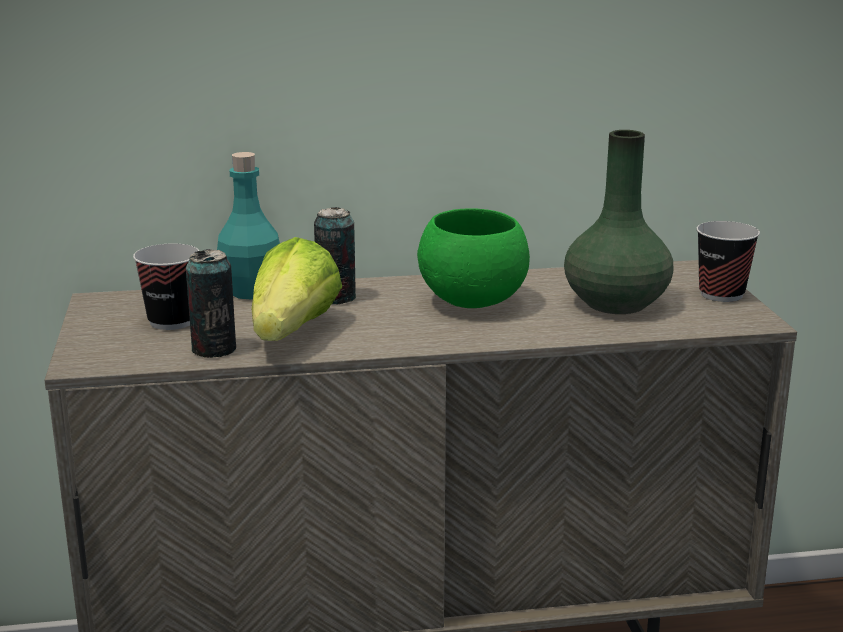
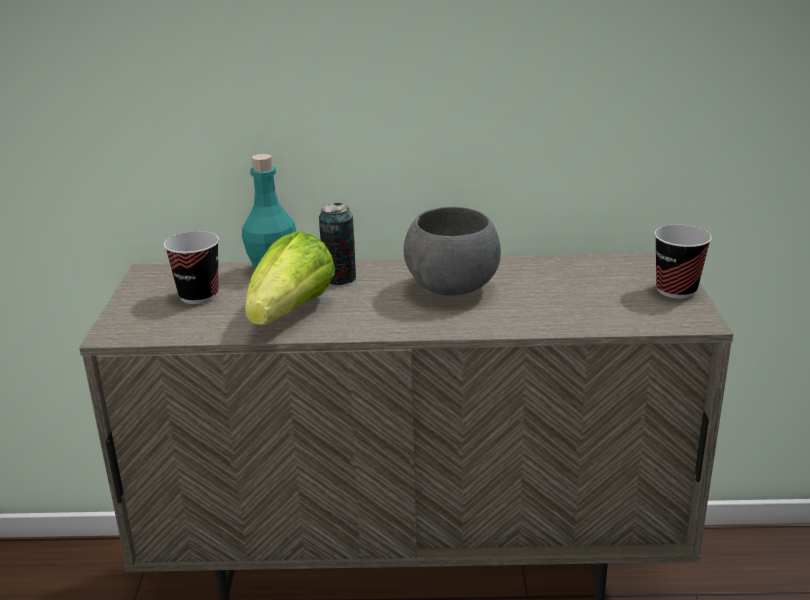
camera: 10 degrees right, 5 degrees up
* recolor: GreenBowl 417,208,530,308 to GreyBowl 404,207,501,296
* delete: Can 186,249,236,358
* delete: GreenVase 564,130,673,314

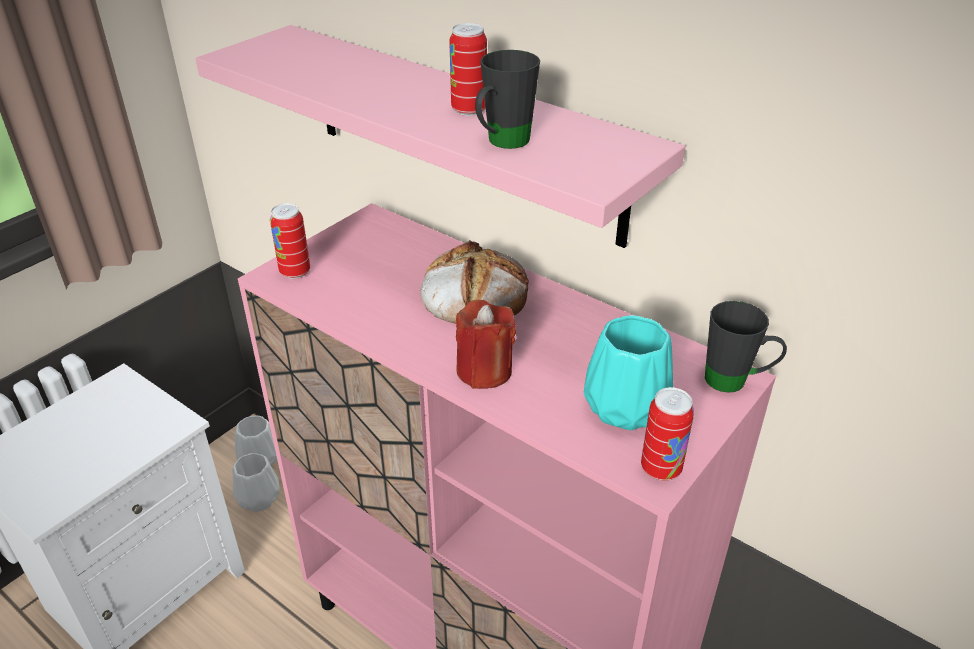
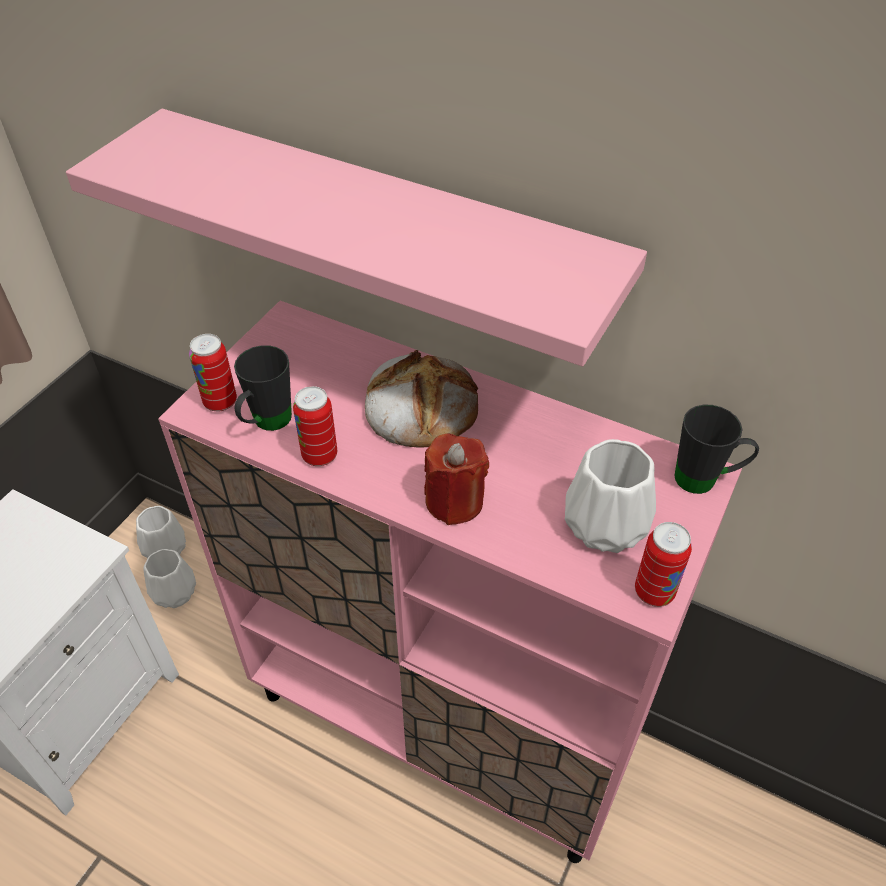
camera: 10 degrees left, 10 degrees up
* move: BlackMug 475,50,540,149 to 234,345,292,431
* move: Can 449,23,487,116 to 293,386,337,466
* recolor: TurquoiseVase 584,315,673,430 to WhiteVase 565,439,656,553

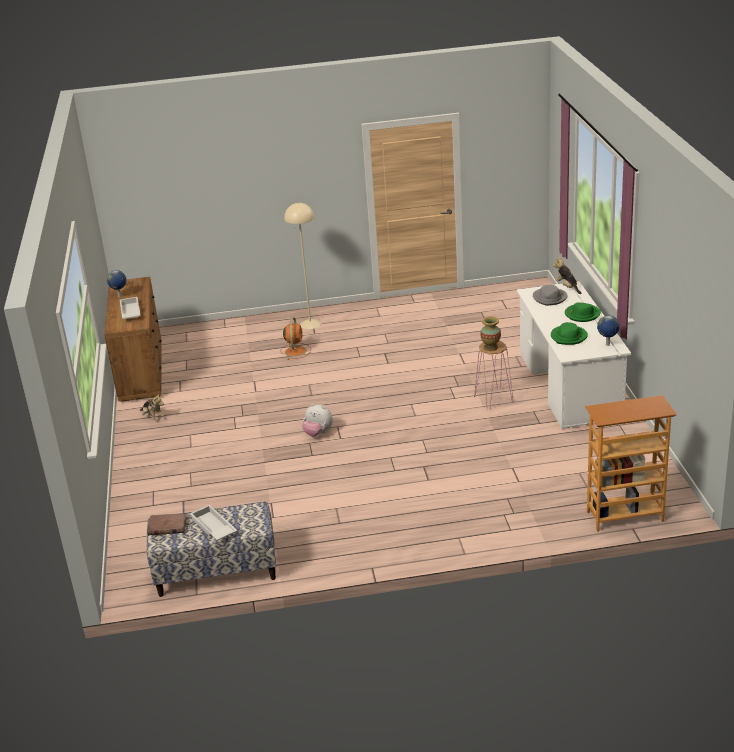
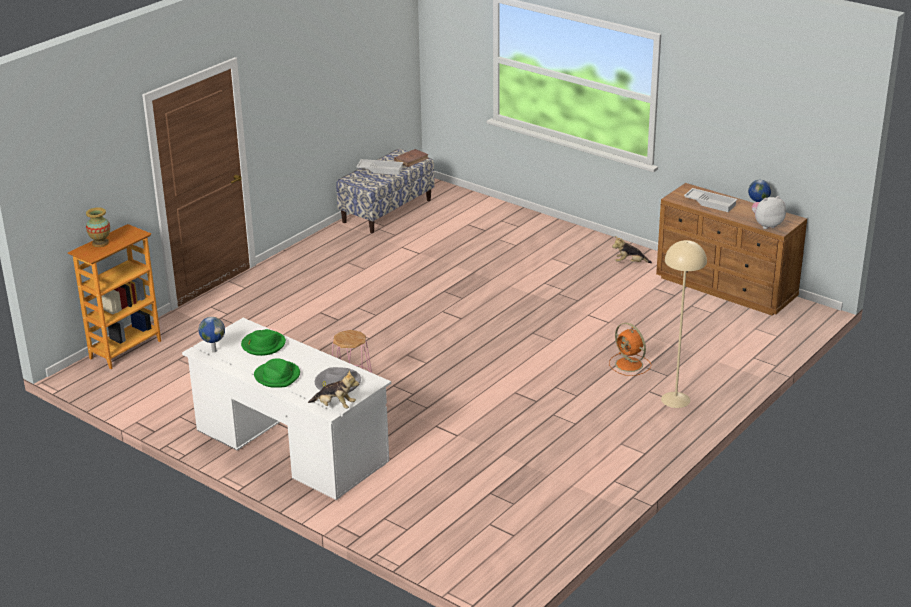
camera: 135 degrees right, 0 degrees up
* move: Vase 480,317,501,351 to 86,207,110,247
* move: PlushToy 302,404,333,437 to 752,196,786,229

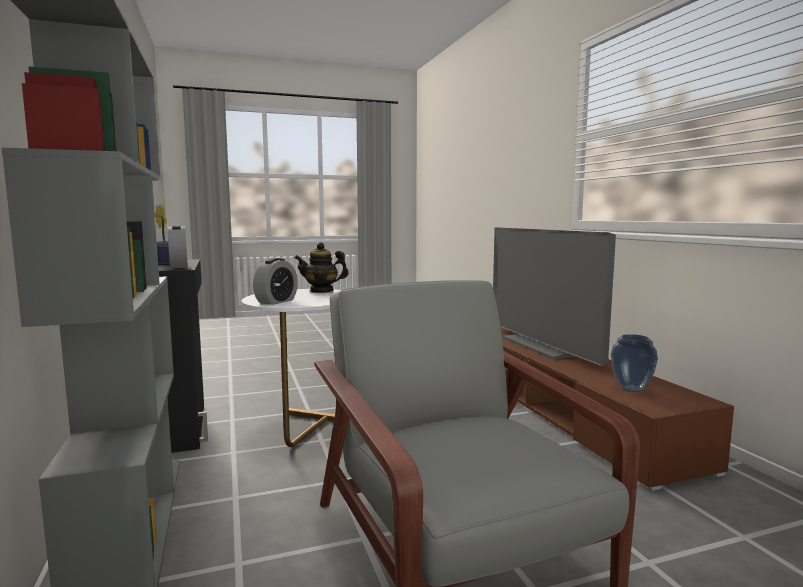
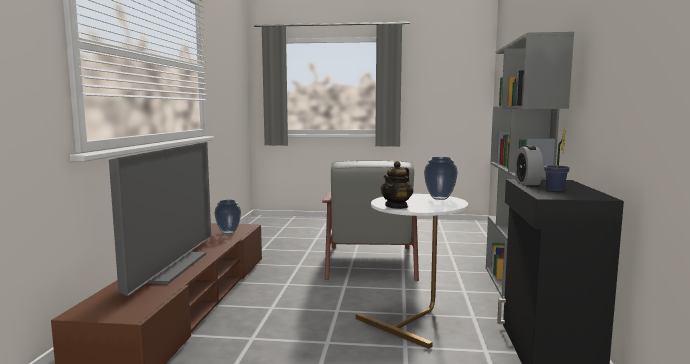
camera: 155 degrees left, 0 degrees up
* rotate: Teapot 295,242,349,293 = 381,161,413,209 105 degrees clockwise
* replace: AlarmClock 253,258,298,305 to Vase 424,157,458,200

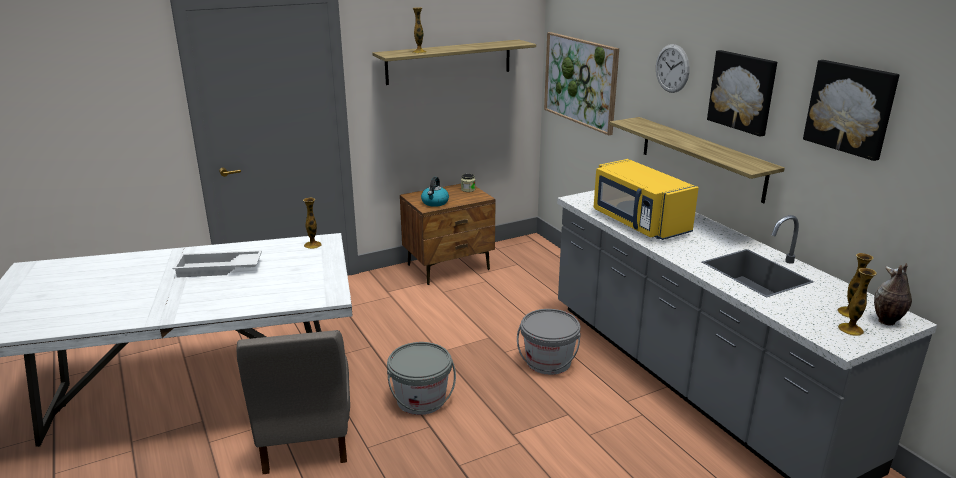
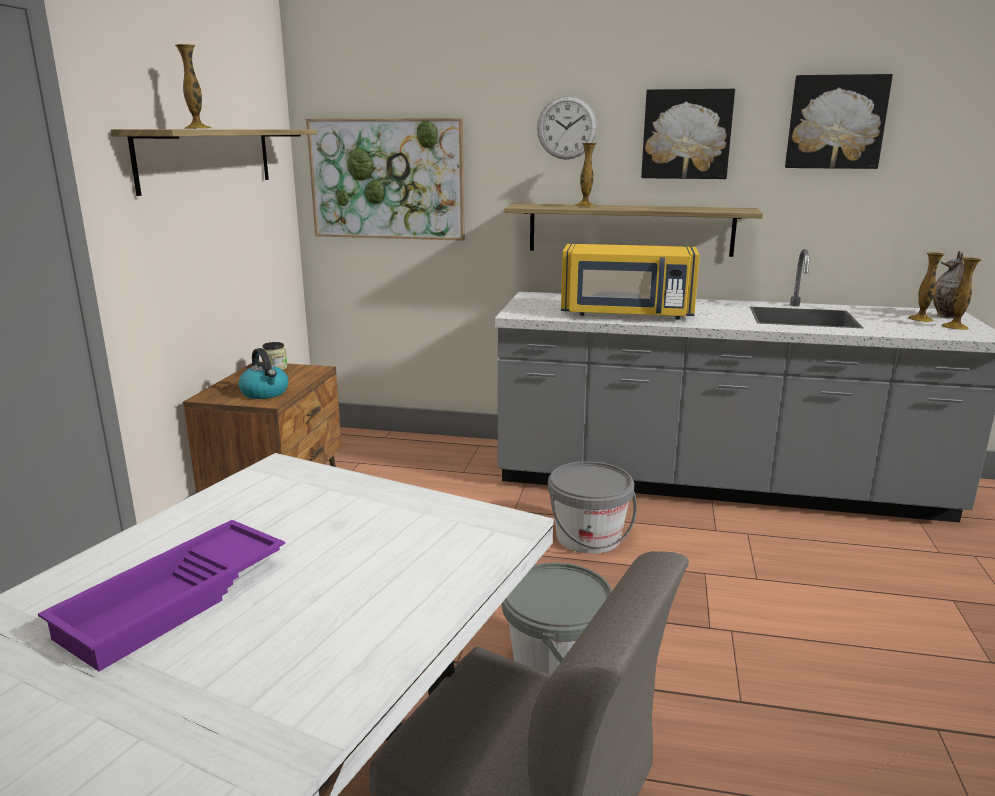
camera: 50 degrees left, 5 degrees down
* recolor: WhiteTray 173,250,262,278 to PurpleTray 38,520,285,671
* move: Vase 303,198,322,249 to 574,143,597,207

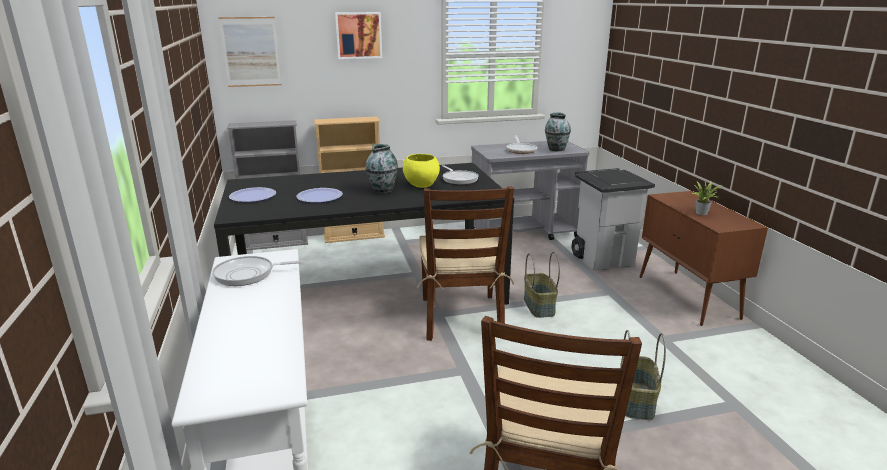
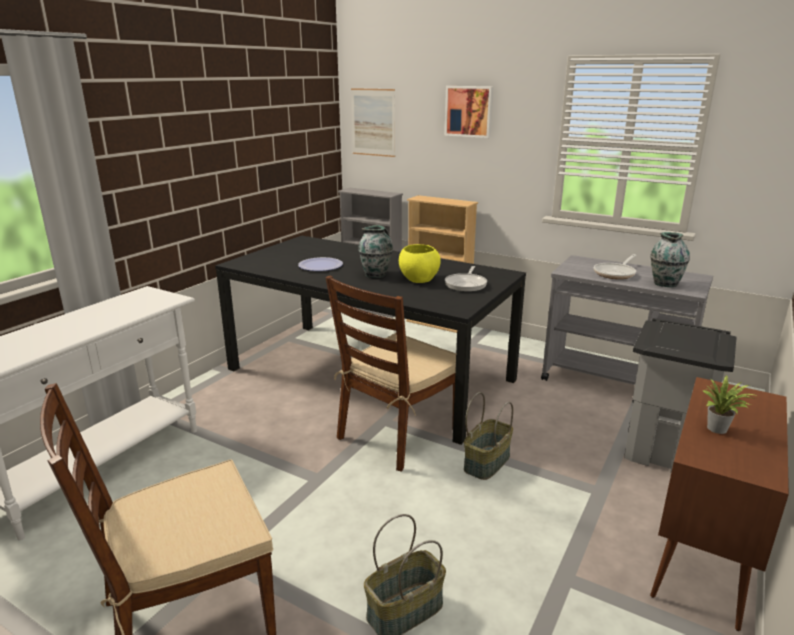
camera: 45 degrees right, 0 degrees up
* delete: FryingPan 212,256,304,286
* delete: Plate 229,187,276,202

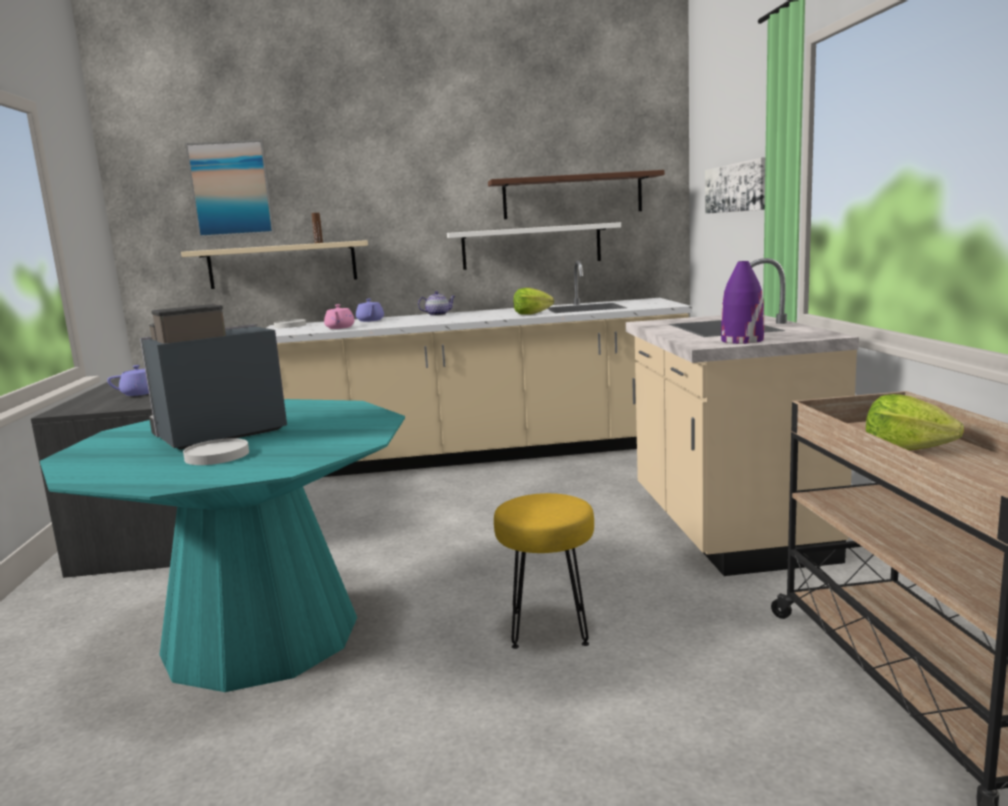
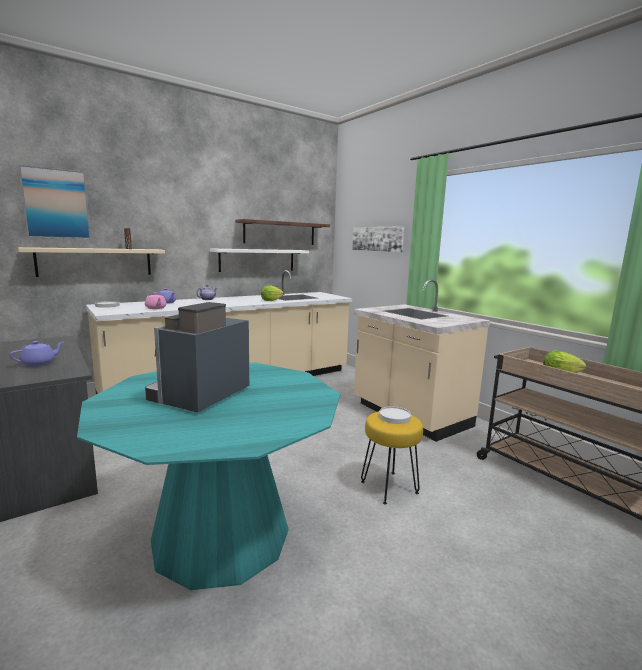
camera: 30 degrees left, 0 degrees up
* move: WhitePlate 183,438,249,465 to 379,406,411,424
* delete: PurpleVase 721,261,764,344

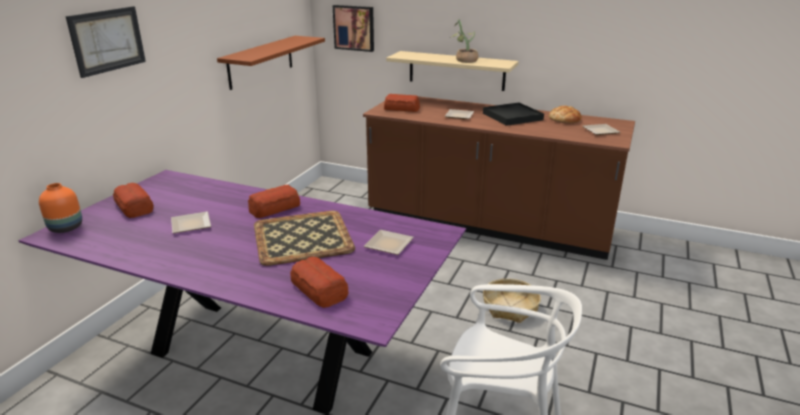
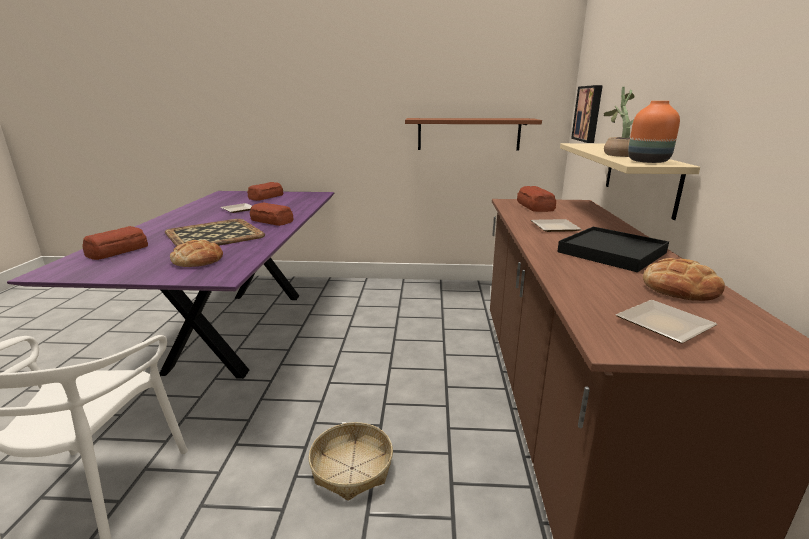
camera: 70 degrees right, 5 degrees down
* replace: Plate 363,230,414,255 to Bread 170,240,223,267
* move: OrangeVase 39,183,82,233 to 628,101,680,163
* delete: Picture 66,6,146,78

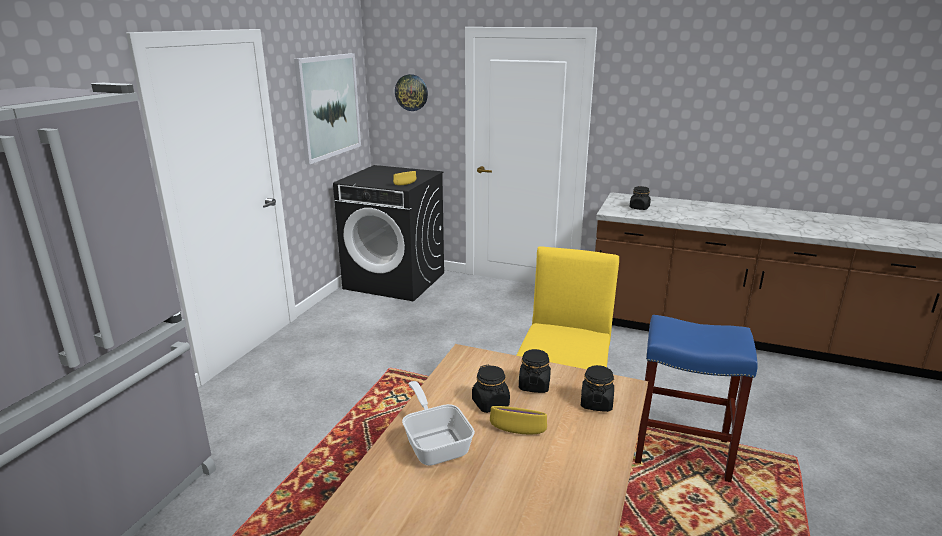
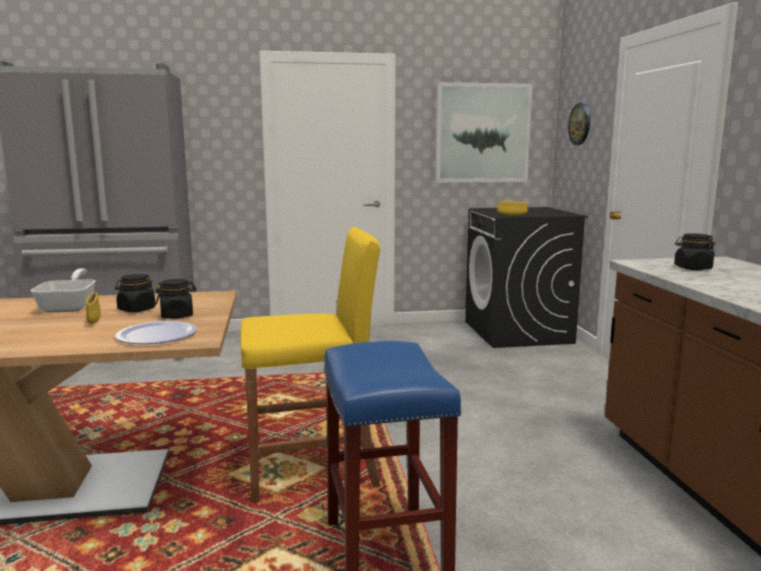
camera: 60 degrees right, 10 degrees down
* rotate: FryingPan 402,381,475,466 = 31,268,95,313 45 degrees counterclockwise
* replace: BlackJar 581,365,614,412 to Plate 115,321,197,344

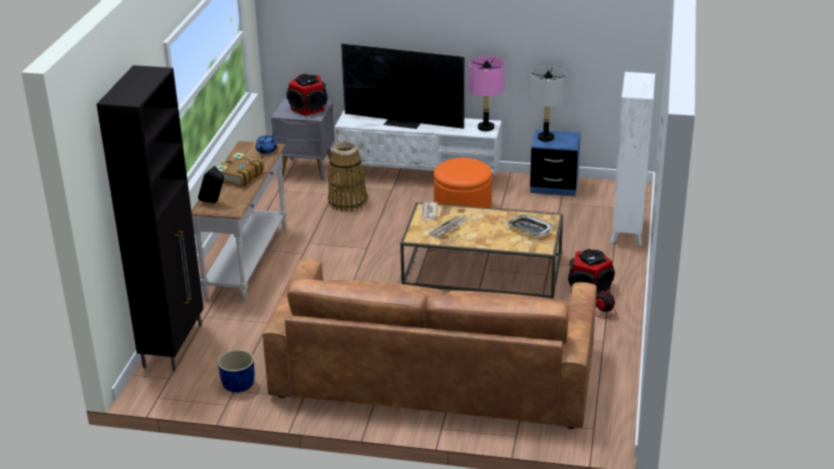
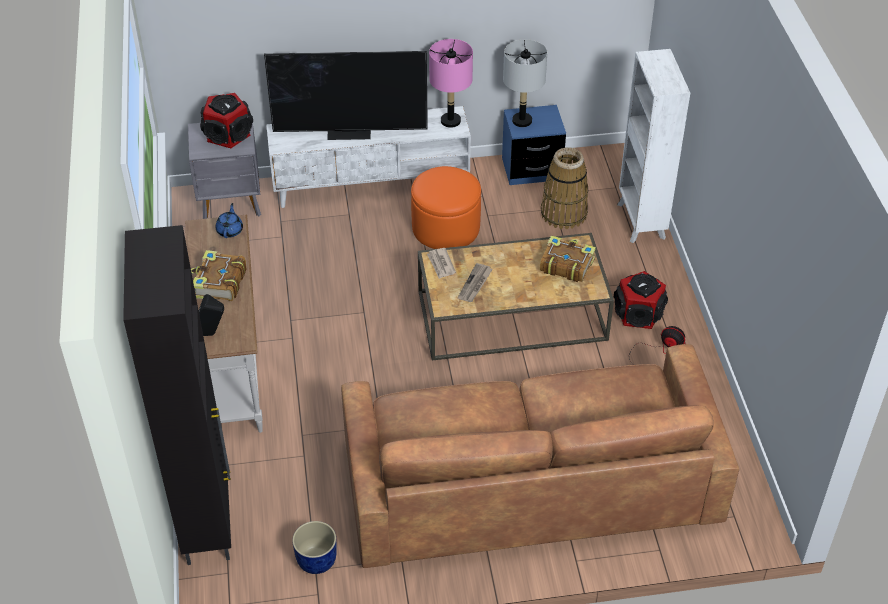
camera: 20 degrees left, 15 degrees up
* replace: Tray 507,215,552,236 to Book 540,235,596,282
* move: Basket 328,142,367,212 to 541,147,588,229

